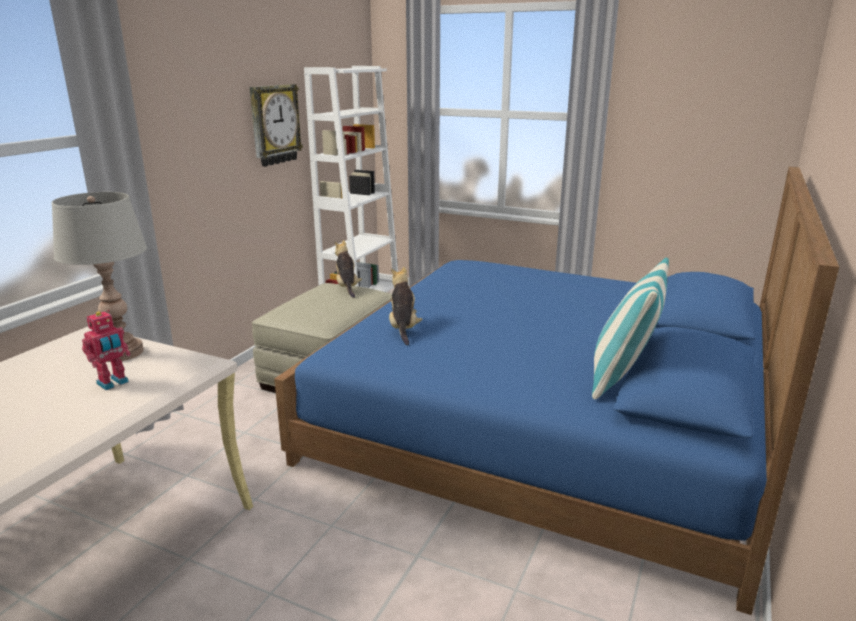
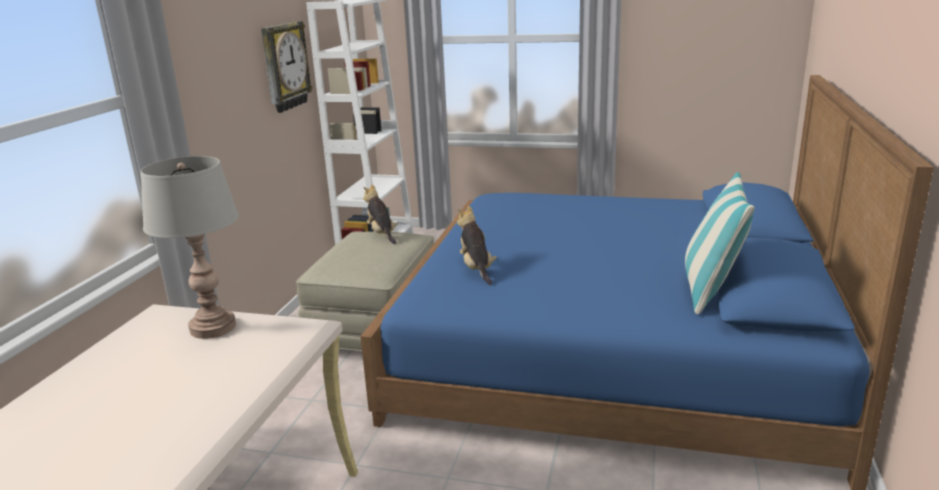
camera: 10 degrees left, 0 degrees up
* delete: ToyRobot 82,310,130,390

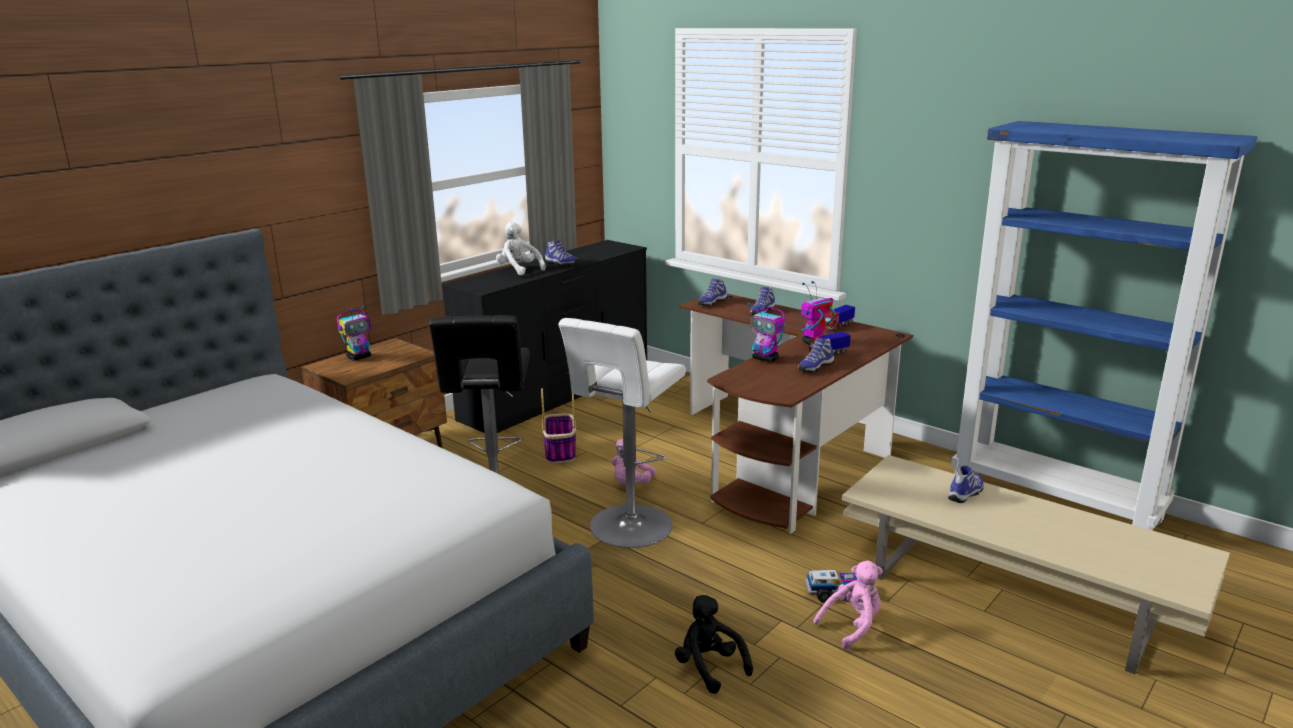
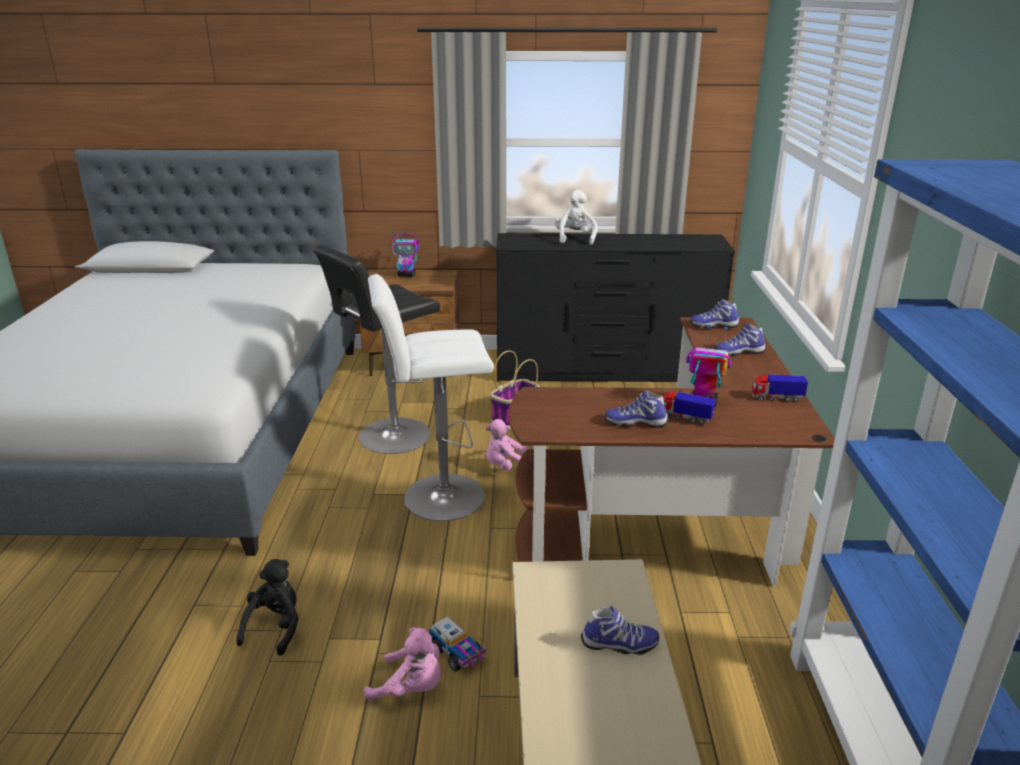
camera: 50 degrees right, 5 degrees up
* delete: Shoe 545,240,579,266
* delete: ToyRobot 748,302,785,362

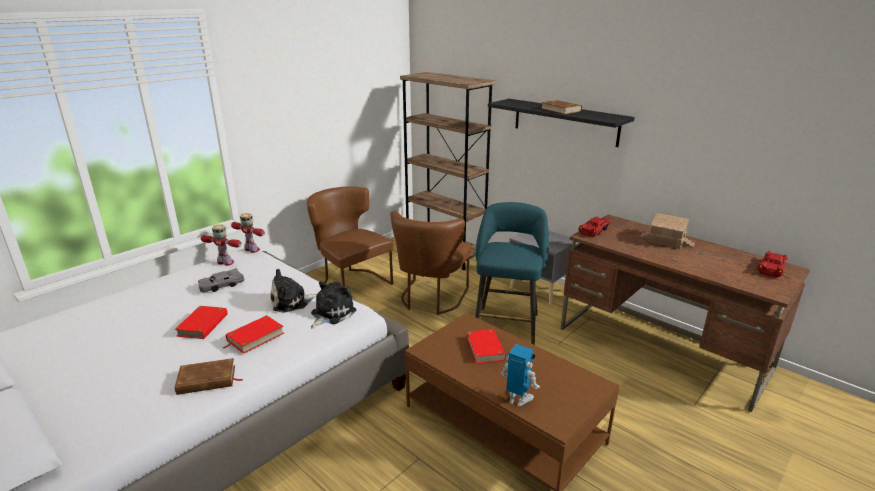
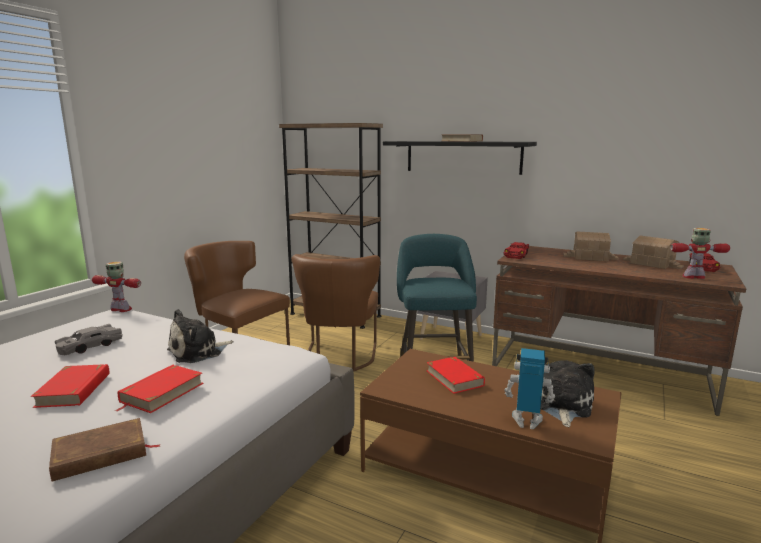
camera: 15 degrees left, 10 degrees down
* move: PlushToy 311,281,356,329 to 540,360,595,427
* insert: ToyHouse 623,236,684,269
* move: ToyRobot 201,224,241,266 to 670,228,730,279

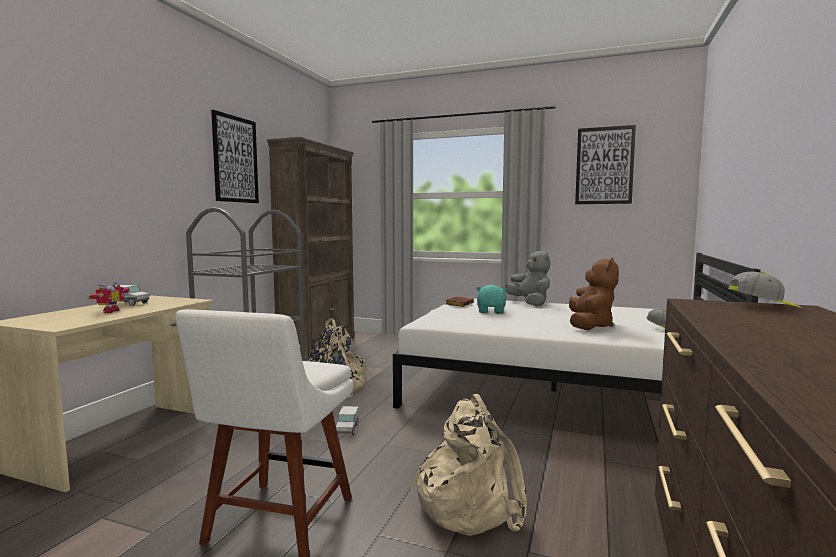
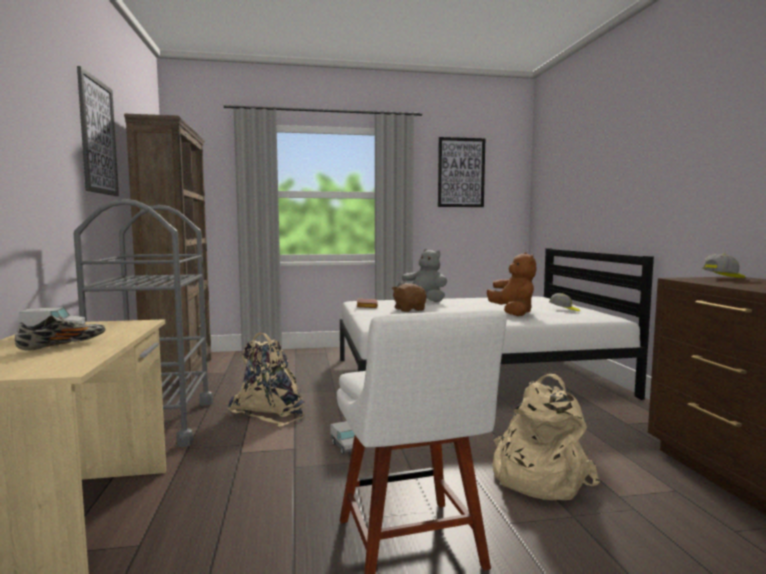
camera: 30 degrees left, 0 degrees up
* replace: ToyRobot 88,281,130,313 to Shoe 15,315,105,351
* recolor: TurquoisePlushToy 476,285,507,314 to BrownPlushToy 392,284,426,312

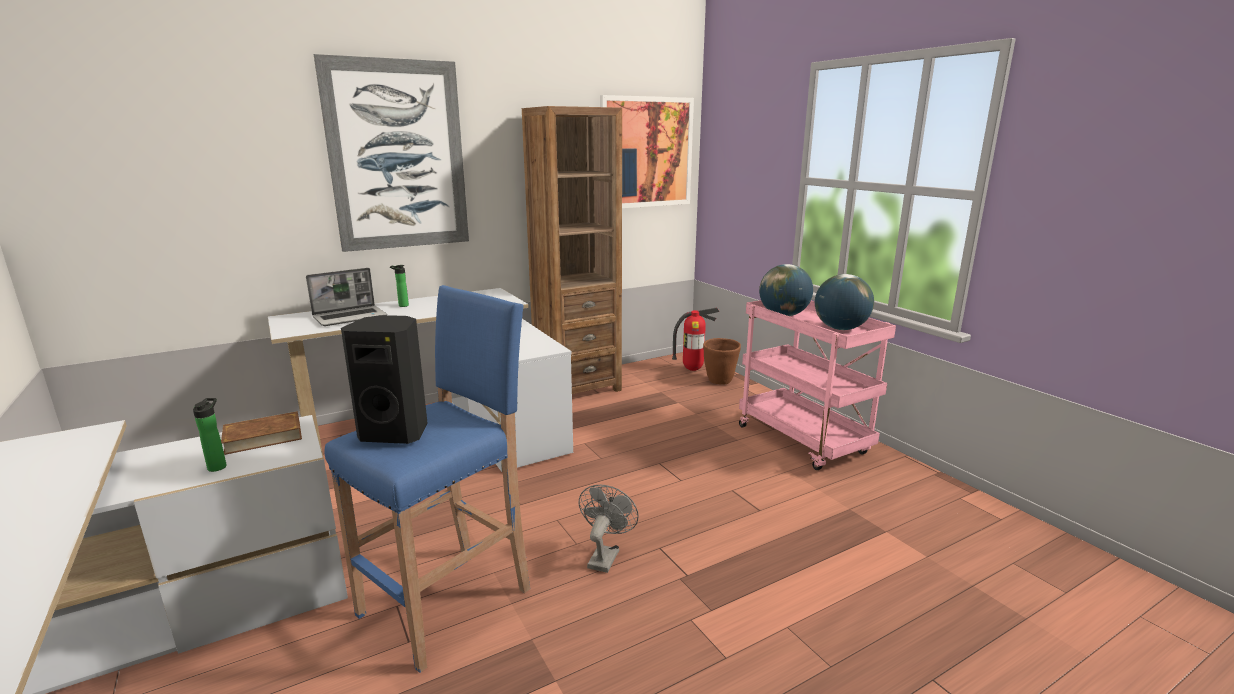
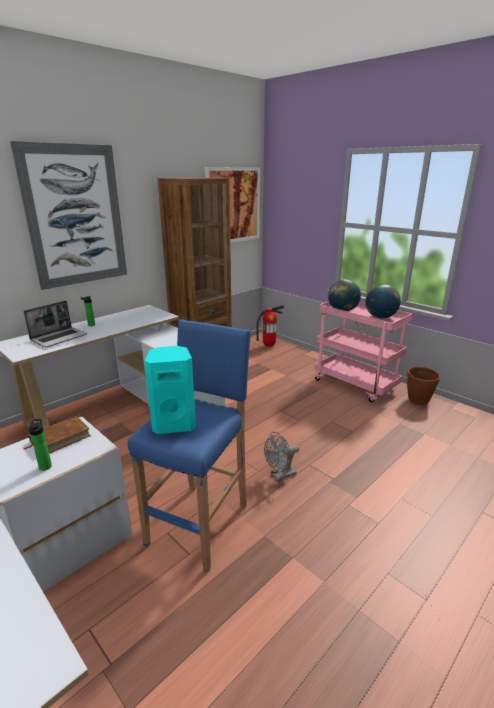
camera: 15 degrees left, 5 degrees up
* recolor: BlackSpeaker 341,315,428,444 to TurquoiseSpeaker 145,346,196,434
* rotate: GreyFan 579,485,639,573 = 264,432,299,481 120 degrees counterclockwise
* move: BrownPlanter 703,338,741,384 to 407,367,440,405

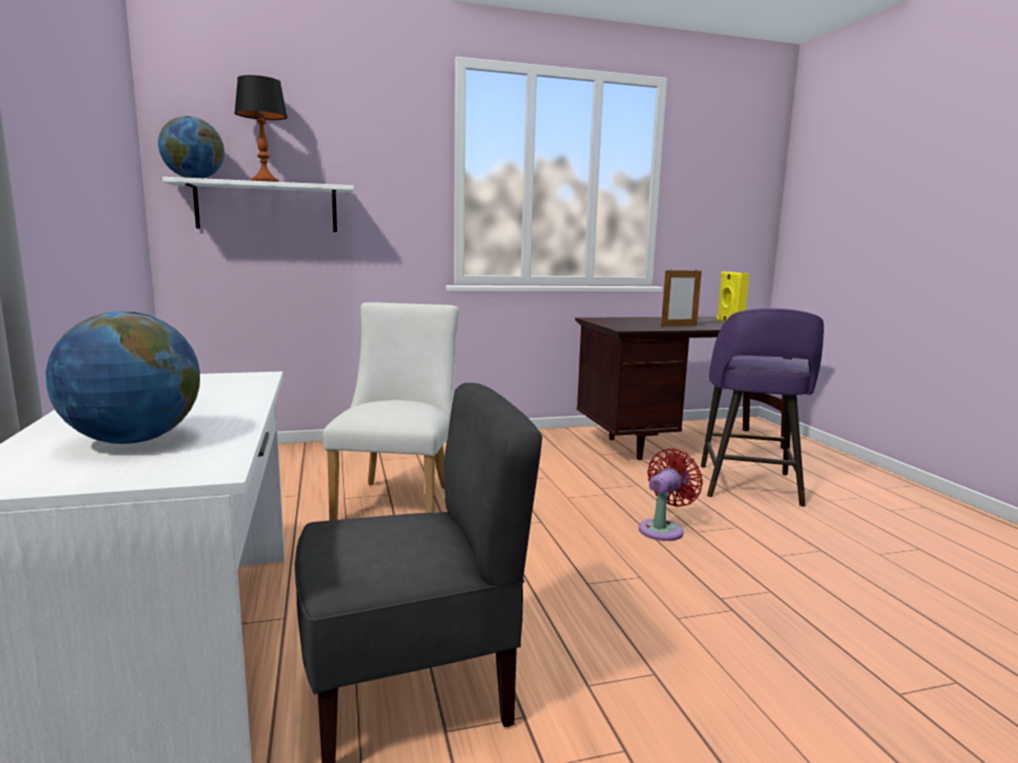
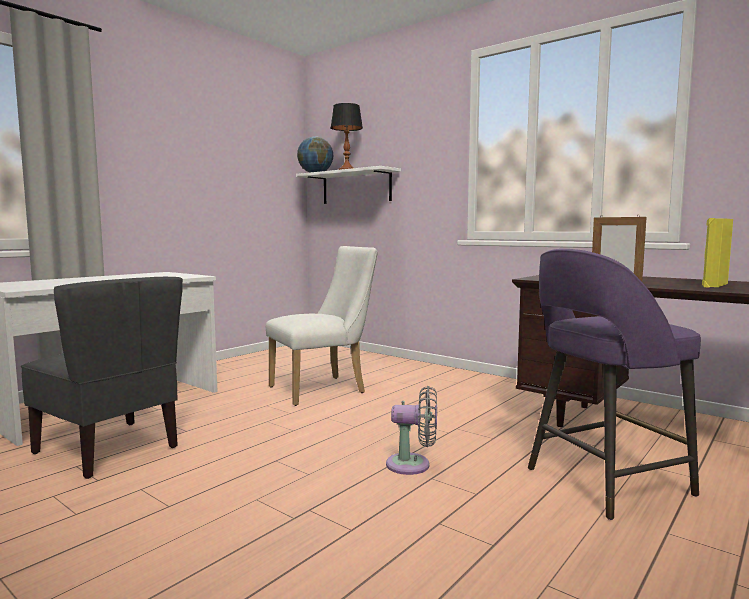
camera: 55 degrees right, 5 degrees down
* recolor: RedFan 639,448,703,541 to GreyFan 386,386,437,475
* delete: Globe 46,311,200,444

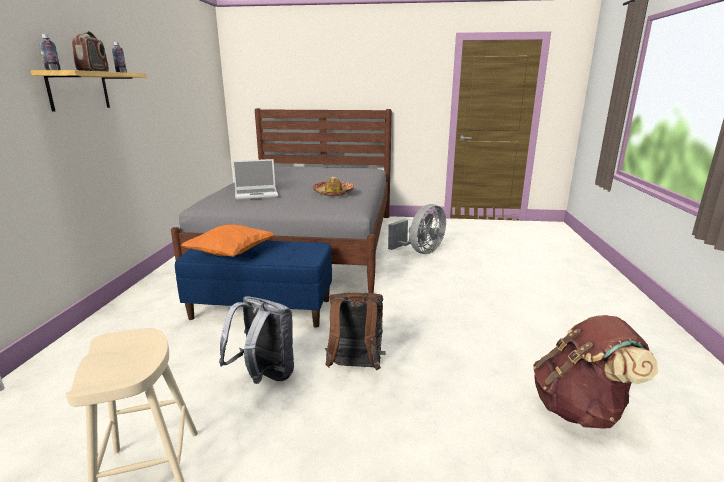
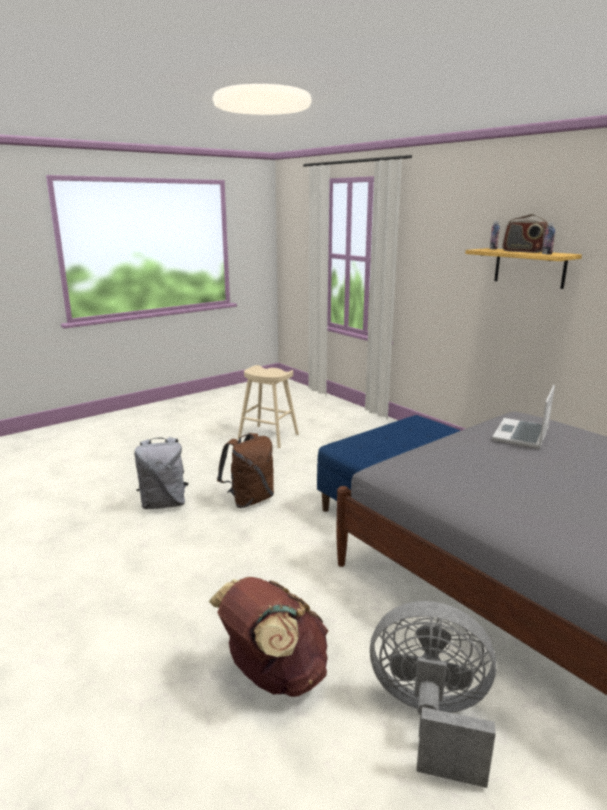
camera: 135 degrees right, 0 degrees up
* move: GreyBackpack 219,296,294,384 to 134,437,189,509
* move: BrownBackpack 533,315,658,429 to 209,577,328,697
* rotate: GreyFan 388,204,446,254 = 370,601,496,788 105 degrees clockwise
* delete: OrangePillow 181,224,275,257
* delete: Hat 312,177,355,196

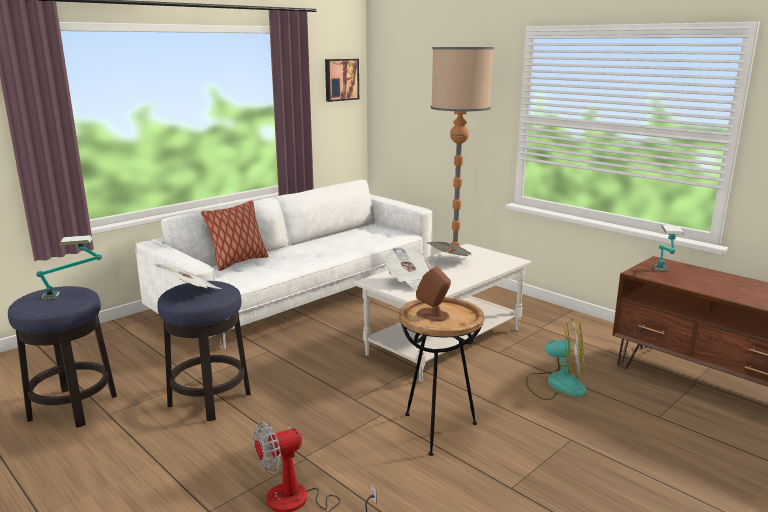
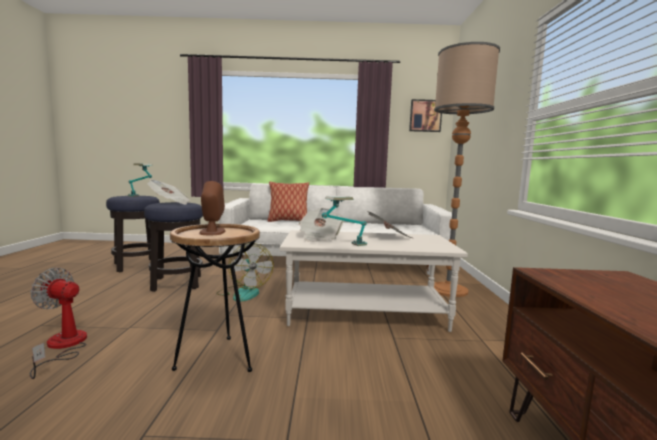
camera: 45 degrees right, 10 degrees down
* move: Fan 526,318,587,400 to 216,243,273,302
* move: TableLamp 654,225,684,271 to 322,196,367,246

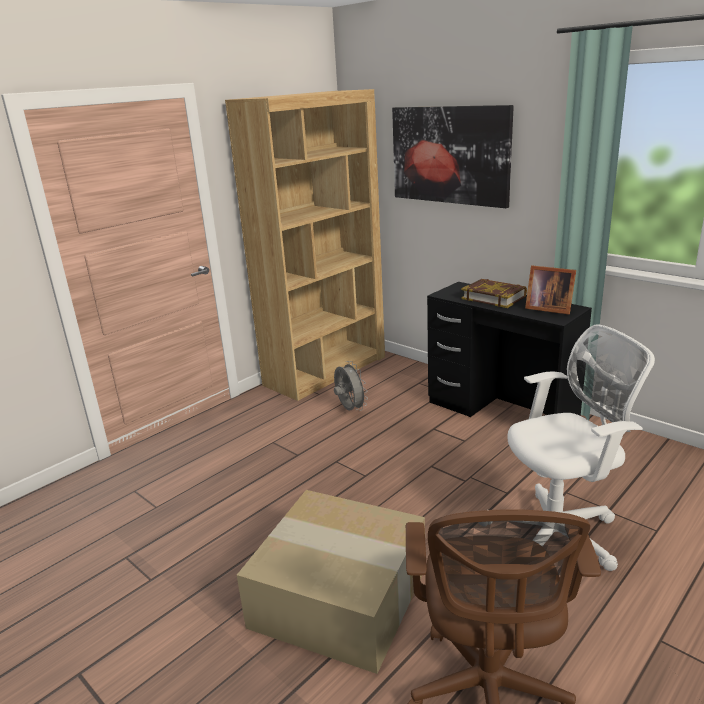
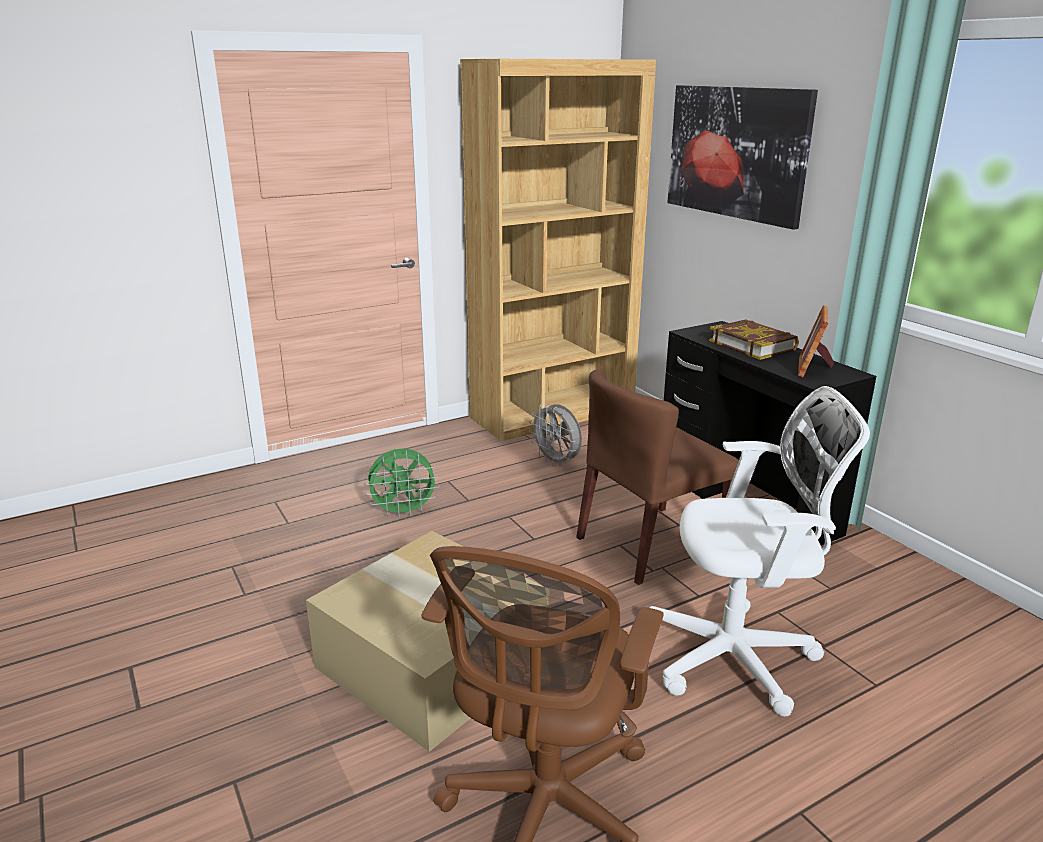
camera: 15 degrees right, 0 degrees up
* insert: GreenFan 365,449,440,518
* rotate: GreyFan 334,361,368,411 = 529,404,582,467 150 degrees clockwise
* insert: BrownChair 576,369,739,585
* rotate: PictureFrame 525,266,576,315 = 798,305,834,377 60 degrees clockwise

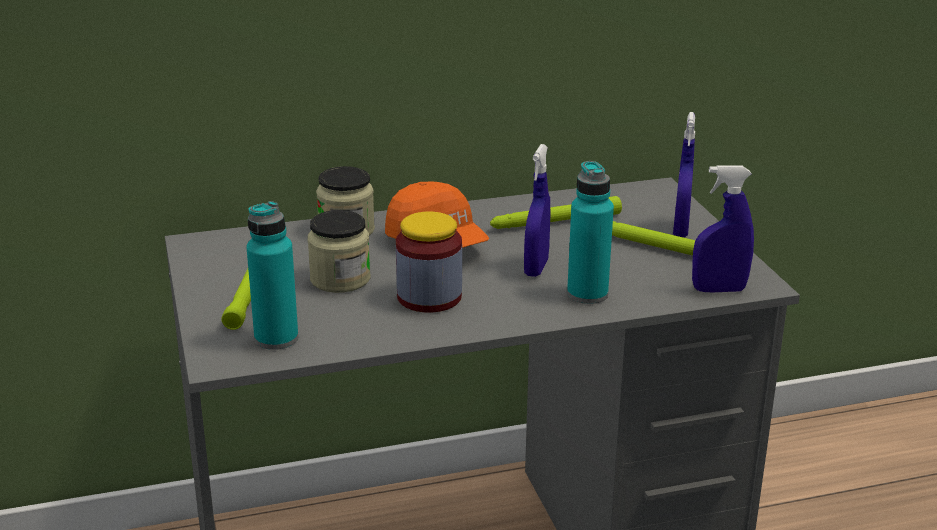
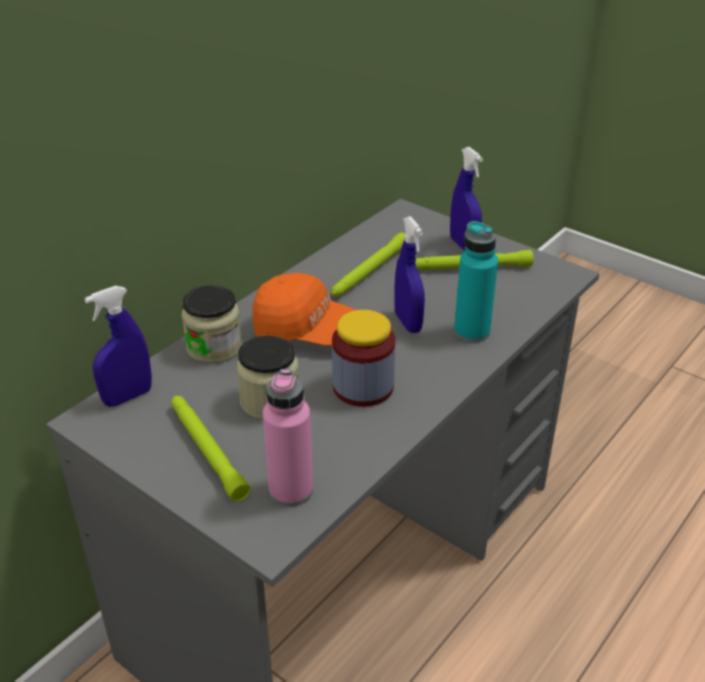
camera: 35 degrees left, 10 degrees up
* move: BlueSprayBottle 692,165,754,292 to 84,286,152,407
* recolor: TurquoiseBottle 246,201,298,350 to PinkBottle 263,369,313,507

